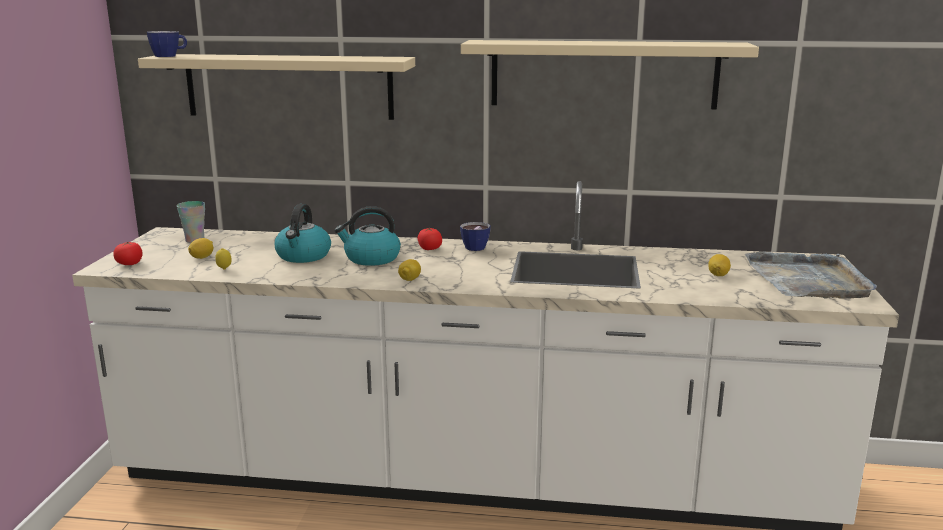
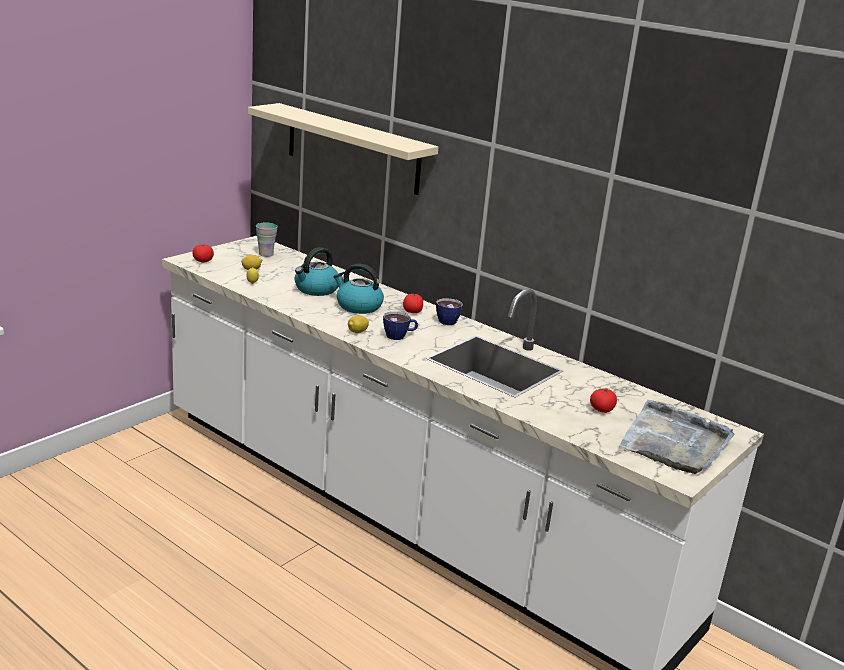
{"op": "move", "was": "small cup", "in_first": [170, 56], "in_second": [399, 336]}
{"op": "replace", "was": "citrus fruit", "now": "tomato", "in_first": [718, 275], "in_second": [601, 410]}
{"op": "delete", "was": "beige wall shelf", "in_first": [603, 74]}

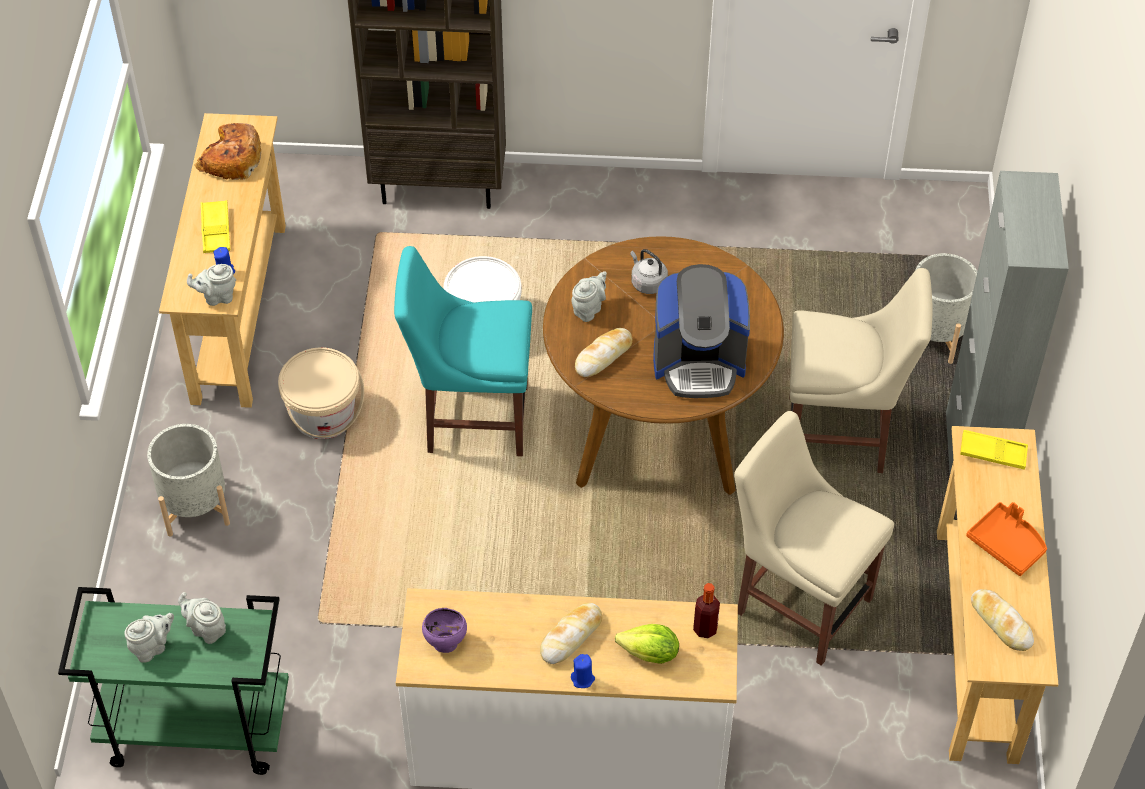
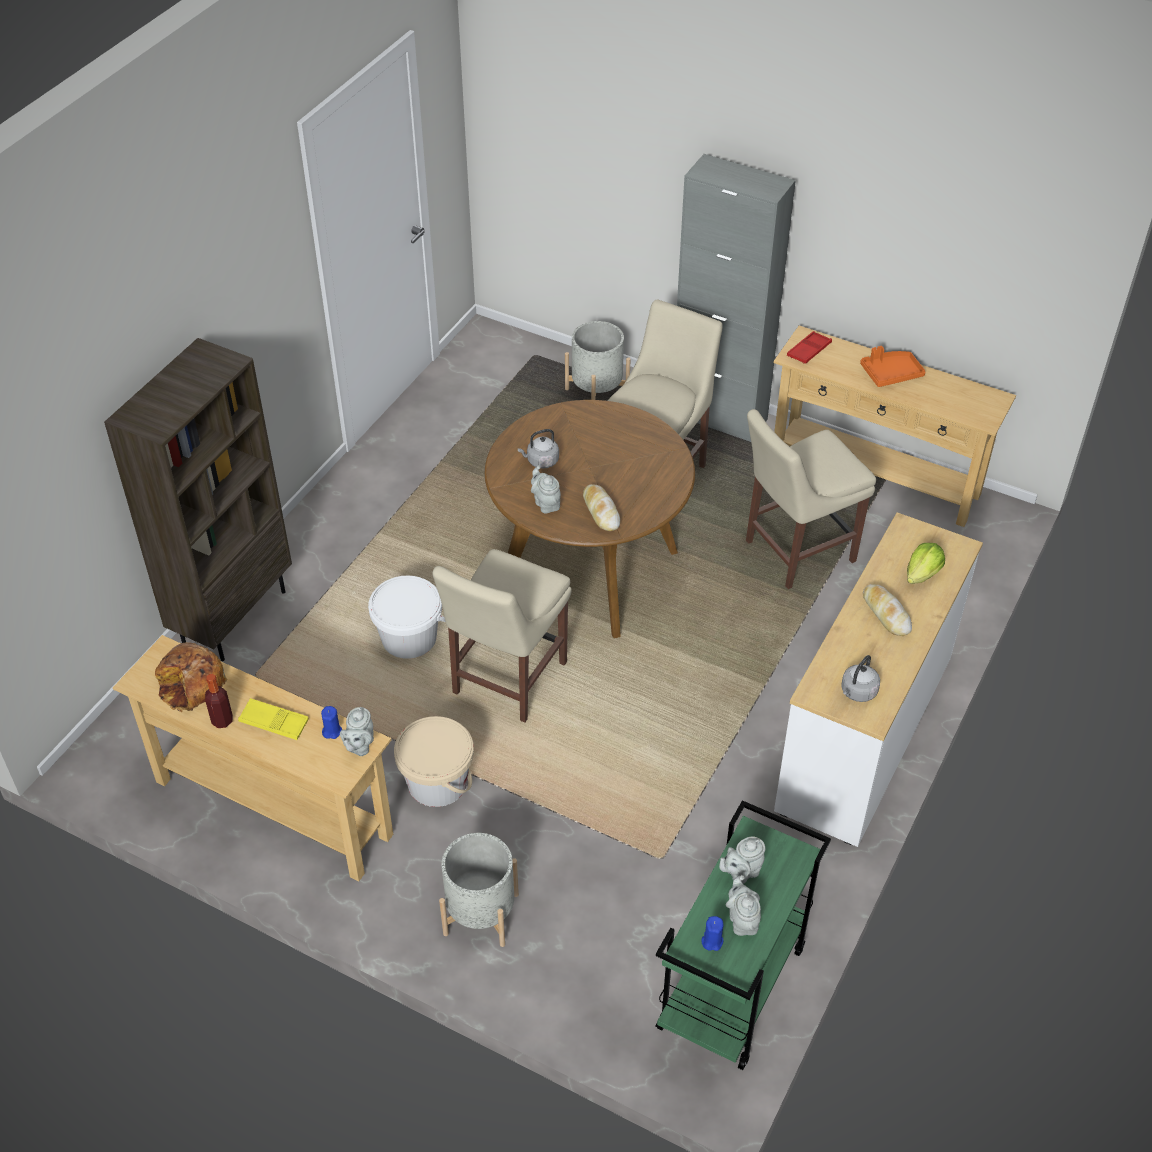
{"op": "move", "was": "beverage bottle", "in_first": [705, 629], "in_second": [222, 720]}
{"op": "recolor", "was": "turquoise chair", "now": "beige chair", "in_first": [471, 418], "in_second": [506, 682]}
{"op": "move", "was": "blue-coloured wax candle", "in_first": [583, 679], "in_second": [712, 941]}
{"op": "recolor", "was": "yellow-coloured tray", "now": "red-coloured tray", "in_first": [993, 453], "in_second": [809, 351]}
{"op": "replace", "was": "purplish bowl", "now": "gray tea kettle", "in_first": [444, 642], "in_second": [857, 692]}
{"op": "delete", "was": "coffee maker", "in_first": [699, 362]}
{"op": "delete", "was": "bakery bread", "in_first": [1001, 623]}

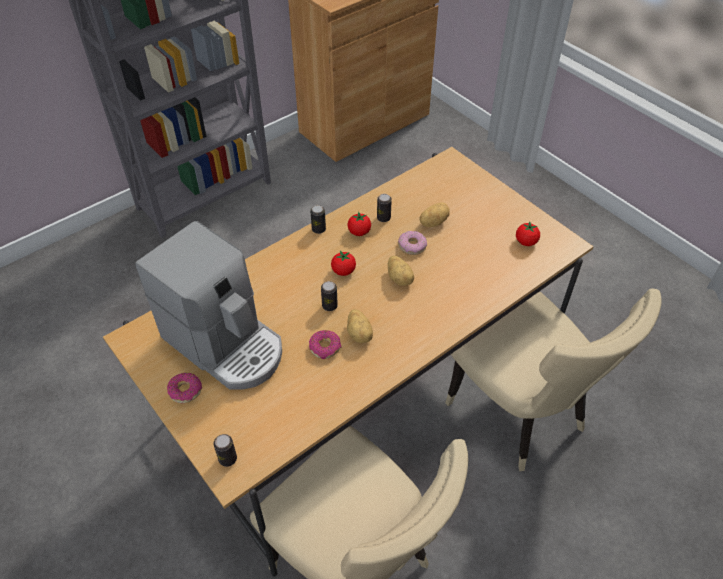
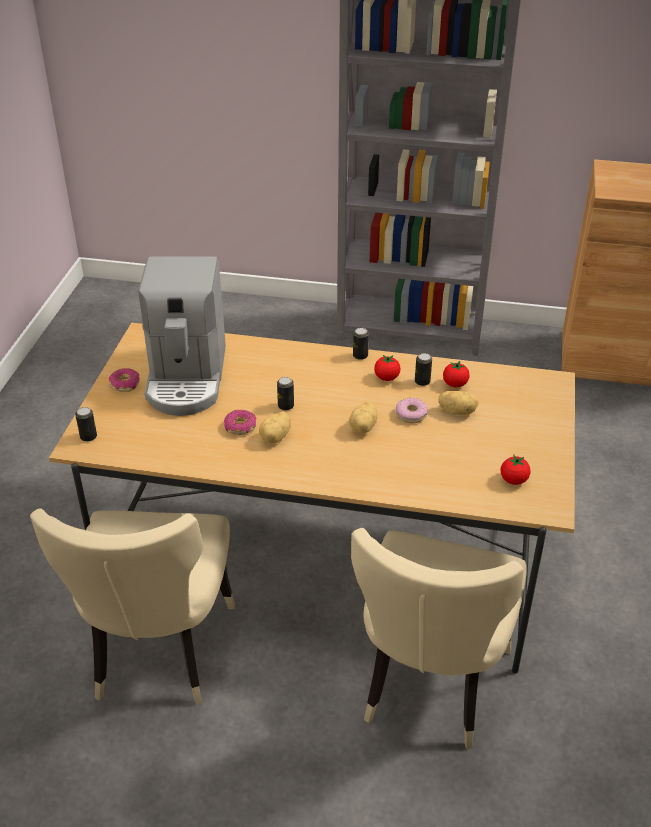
{"op": "move", "was": "tomato", "in_first": [343, 271], "in_second": [455, 384]}

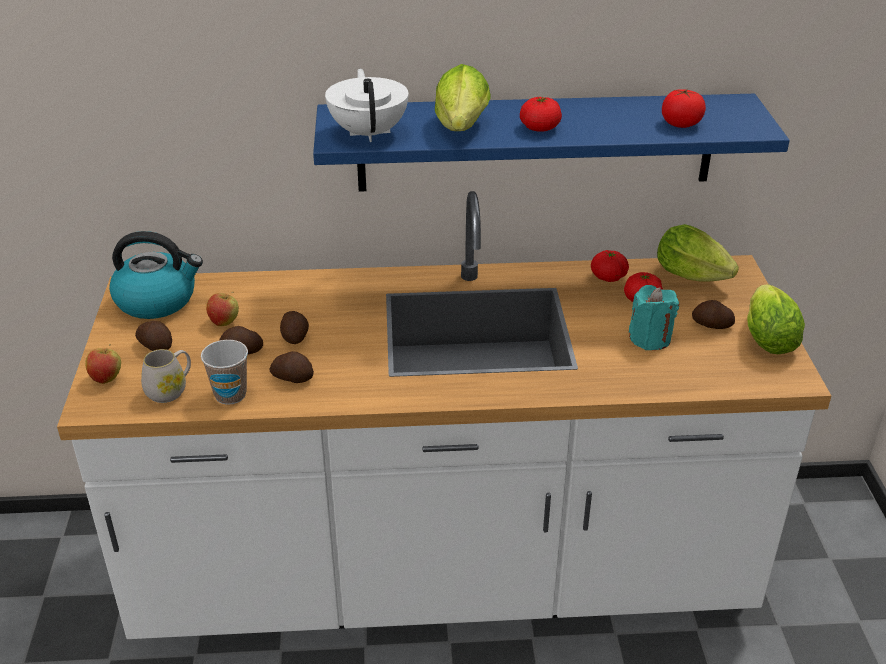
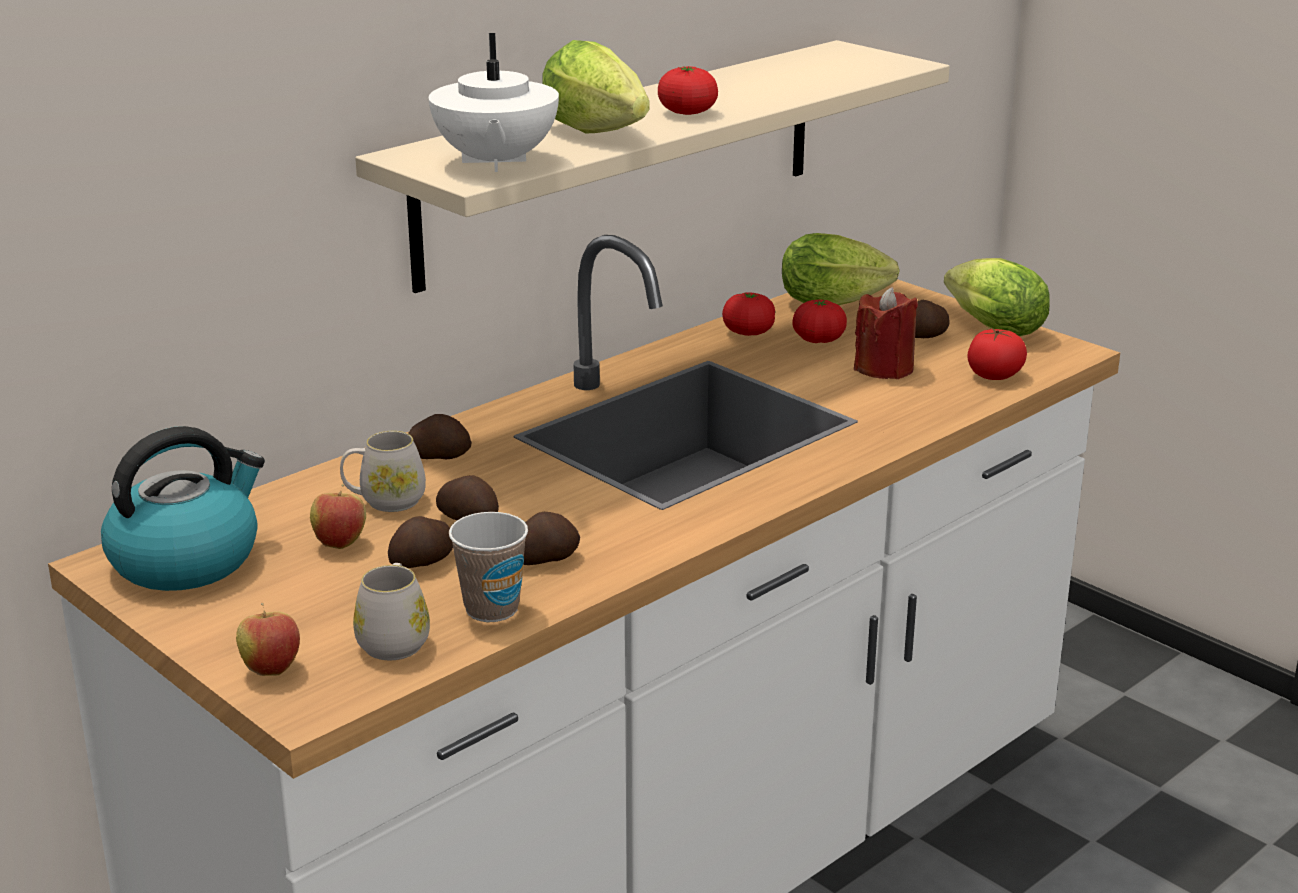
{"op": "insert", "now": "white-coloured coffee mug", "in_second": [385, 501]}
{"op": "recolor", "was": "blue-coloured wall shelf", "now": "beige wall shelf", "in_first": [536, 142], "in_second": [623, 160]}
{"op": "move", "was": "whole potato", "in_first": [156, 345], "in_second": [438, 456]}
{"op": "rotate", "was": "white-coloured teapot", "in_first": [369, 133], "in_second": [494, 162], "clockwise": -135}
{"op": "recolor", "was": "turquoise wax candle", "now": "red-coloured wax candle", "in_first": [650, 338], "in_second": [884, 368]}
{"op": "move", "was": "tomato", "in_first": [681, 124], "in_second": [994, 375]}

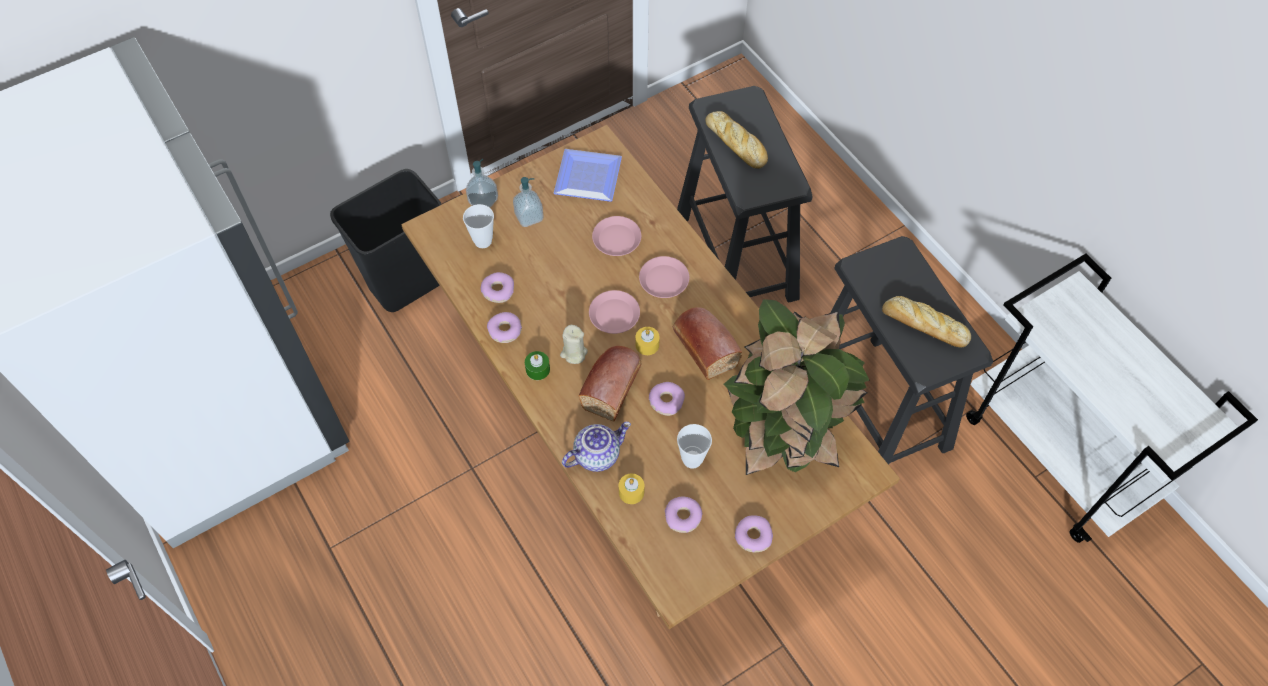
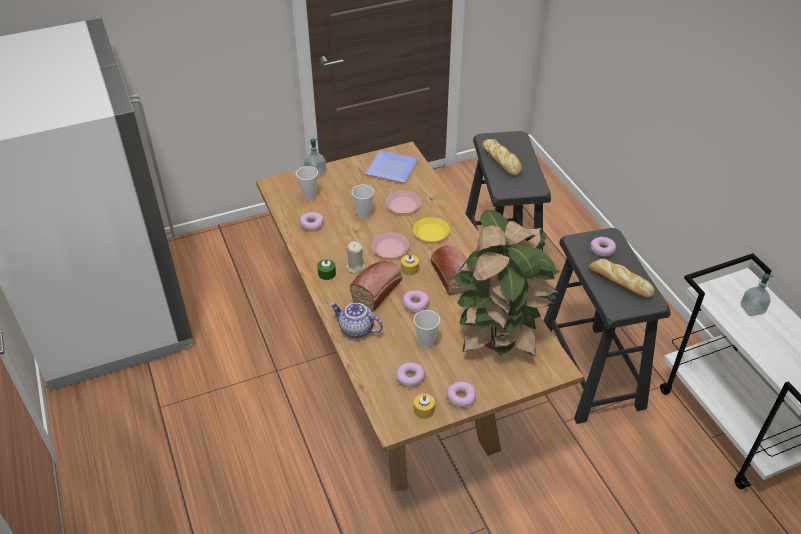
{"op": "rotate", "was": "teapot", "in_first": [597, 454], "in_second": [356, 330], "clockwise": -135}
{"op": "insert", "now": "small cup", "in_second": [363, 214]}
{"op": "recolor", "was": "pink plate", "now": "yellow-coloured plate", "in_first": [664, 280], "in_second": [431, 232]}
{"op": "move", "was": "yellow-coloured wax candle", "in_first": [631, 492], "in_second": [424, 410]}
{"op": "move", "was": "ring doughnut", "in_first": [505, 331], "in_second": [602, 250]}
{"op": "move", "was": "soap bottle", "in_first": [529, 217], "in_second": [752, 309]}
{"op": "delete", "was": "black-coloured waste bin", "in_first": [408, 281]}

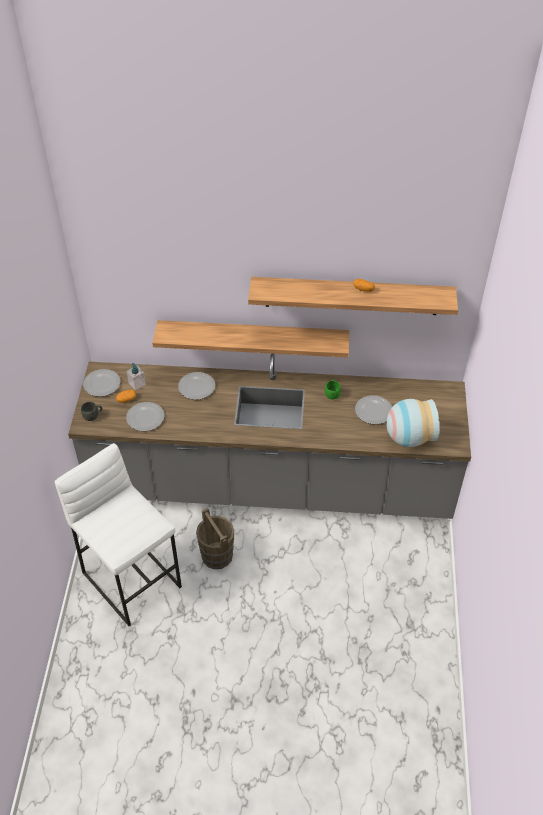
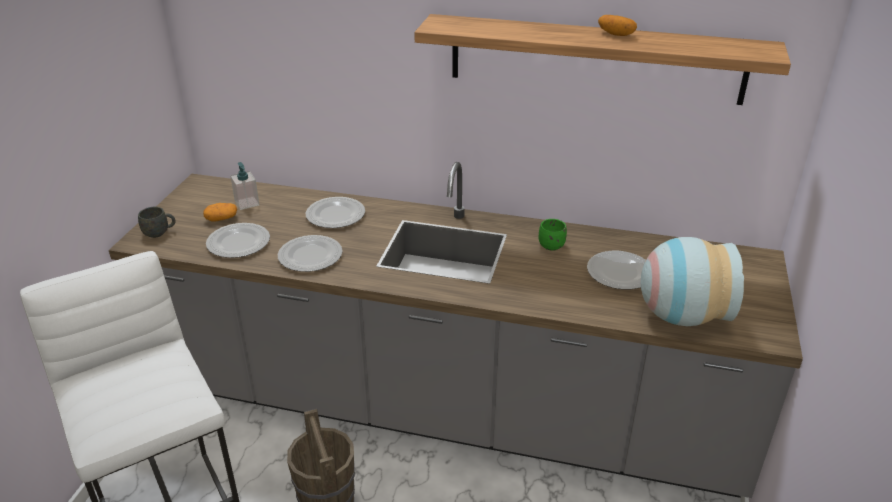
{"op": "move", "was": "plate", "in_first": [102, 383], "in_second": [310, 255]}
{"op": "delete", "was": "wall shelf", "in_first": [253, 338]}

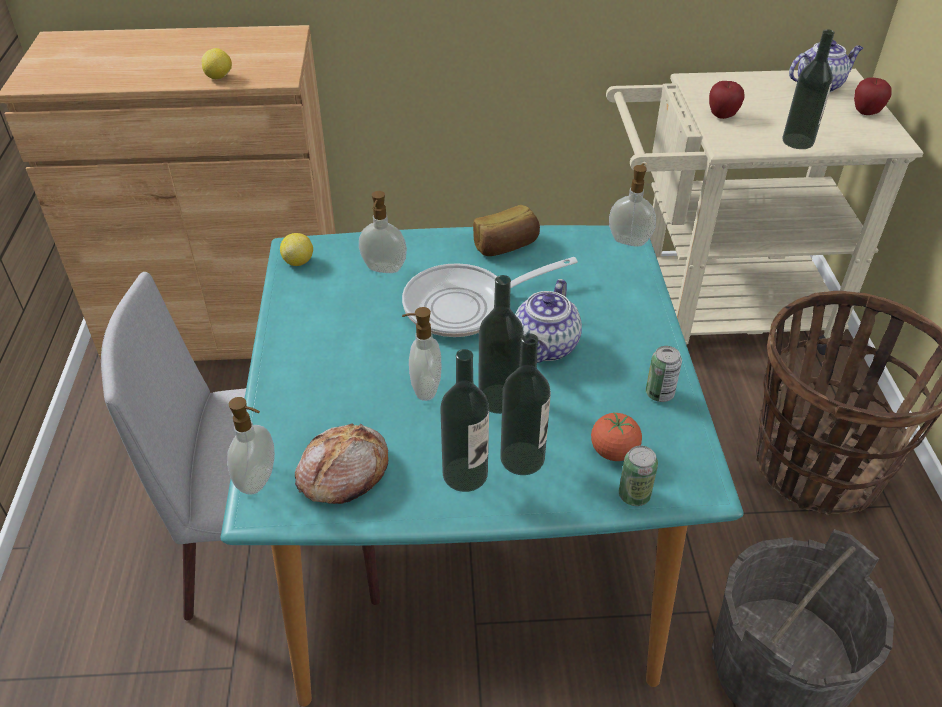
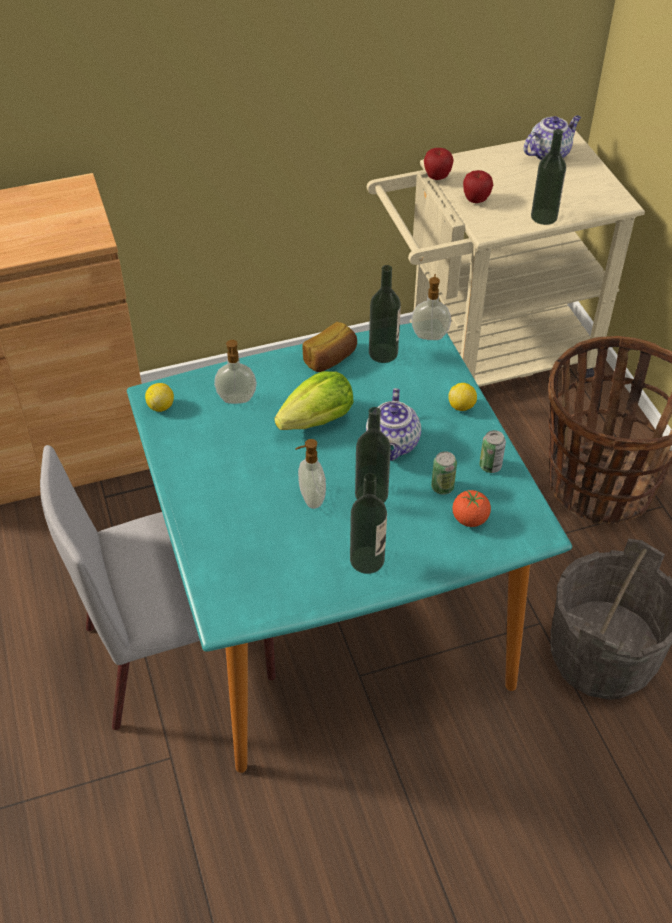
{"op": "replace", "was": "pan", "now": "head of lettuce", "in_first": [466, 306], "in_second": [318, 420]}
{"op": "move", "was": "beverage bottle", "in_first": [522, 458], "in_second": [383, 353]}
{"op": "move", "was": "apple fruit", "in_first": [866, 113], "in_second": [437, 177]}
{"op": "move", "was": "metal can", "in_first": [634, 495], "in_second": [442, 487]}
{"op": "move", "was": "citrus fruit", "in_first": [219, 78], "in_second": [461, 406]}
{"op": "delete", "was": "soap bottle", "in_first": [259, 480]}
{"op": "delete", "was": "bakery bread", "in_first": [342, 473]}

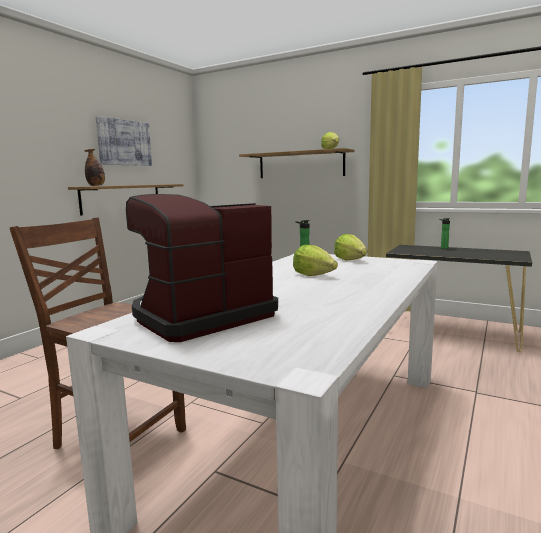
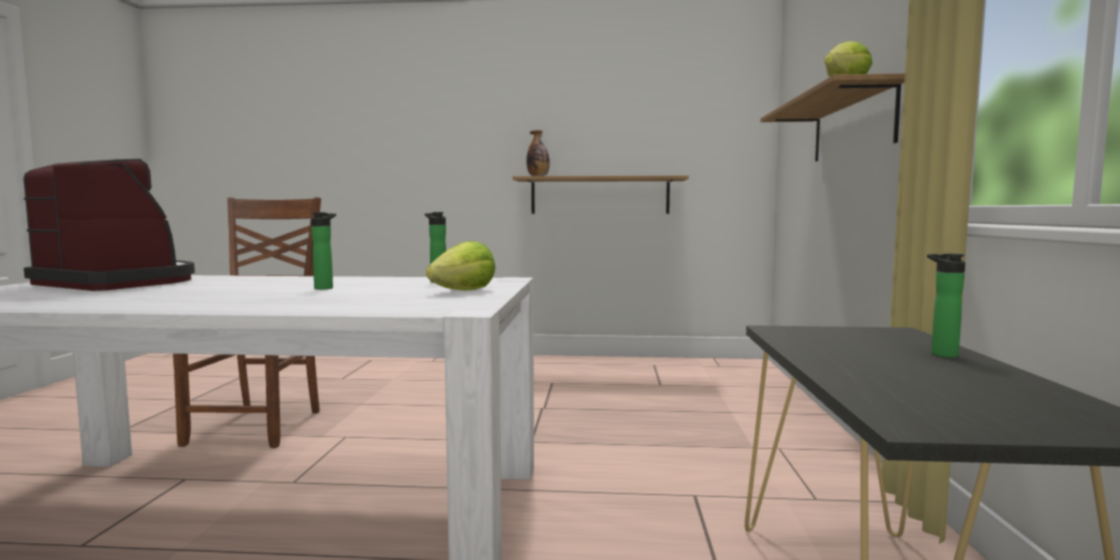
{"op": "replace", "was": "head of lettuce", "now": "beverage bottle", "in_first": [313, 275], "in_second": [326, 288]}
{"op": "delete", "was": "wall art", "in_first": [124, 142]}

